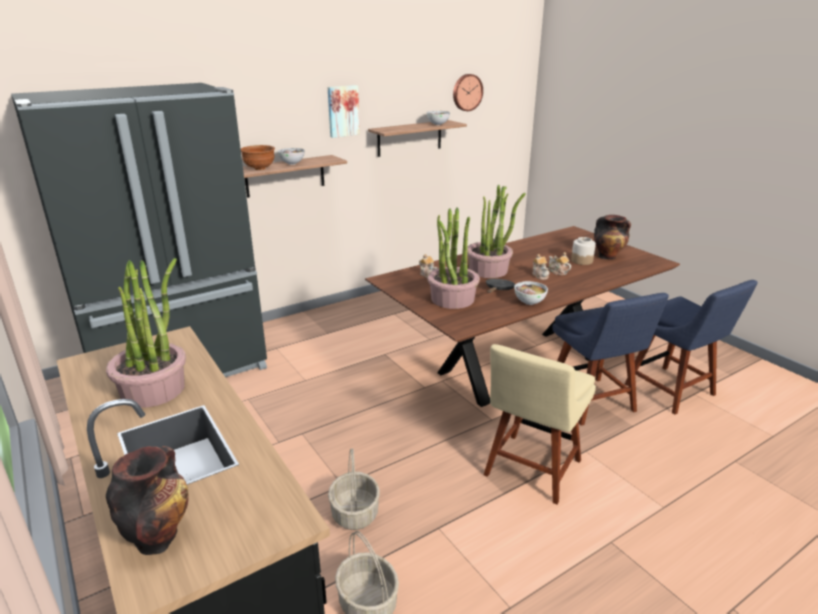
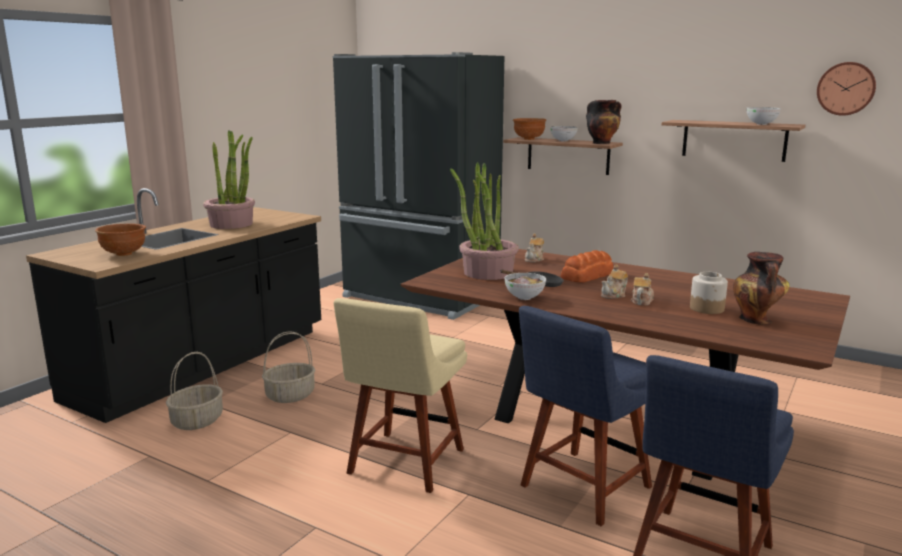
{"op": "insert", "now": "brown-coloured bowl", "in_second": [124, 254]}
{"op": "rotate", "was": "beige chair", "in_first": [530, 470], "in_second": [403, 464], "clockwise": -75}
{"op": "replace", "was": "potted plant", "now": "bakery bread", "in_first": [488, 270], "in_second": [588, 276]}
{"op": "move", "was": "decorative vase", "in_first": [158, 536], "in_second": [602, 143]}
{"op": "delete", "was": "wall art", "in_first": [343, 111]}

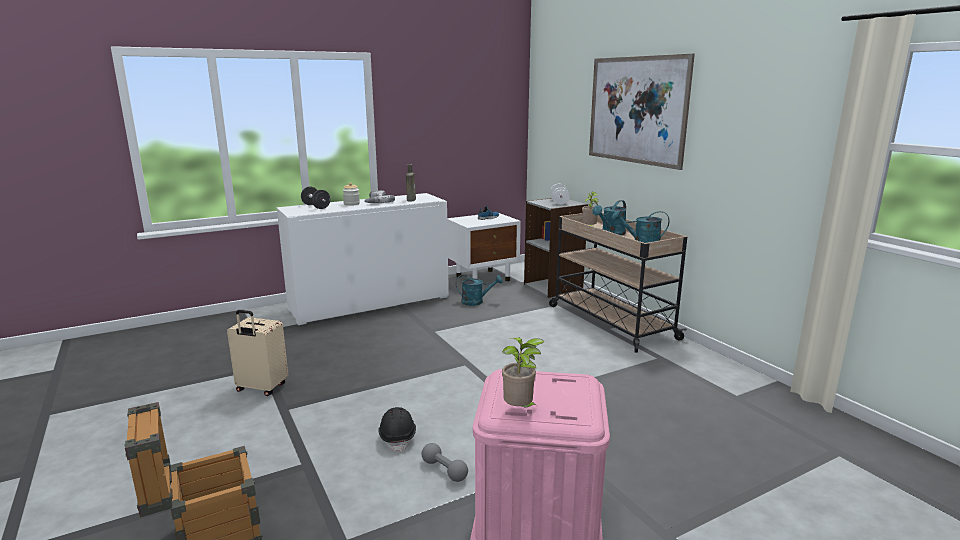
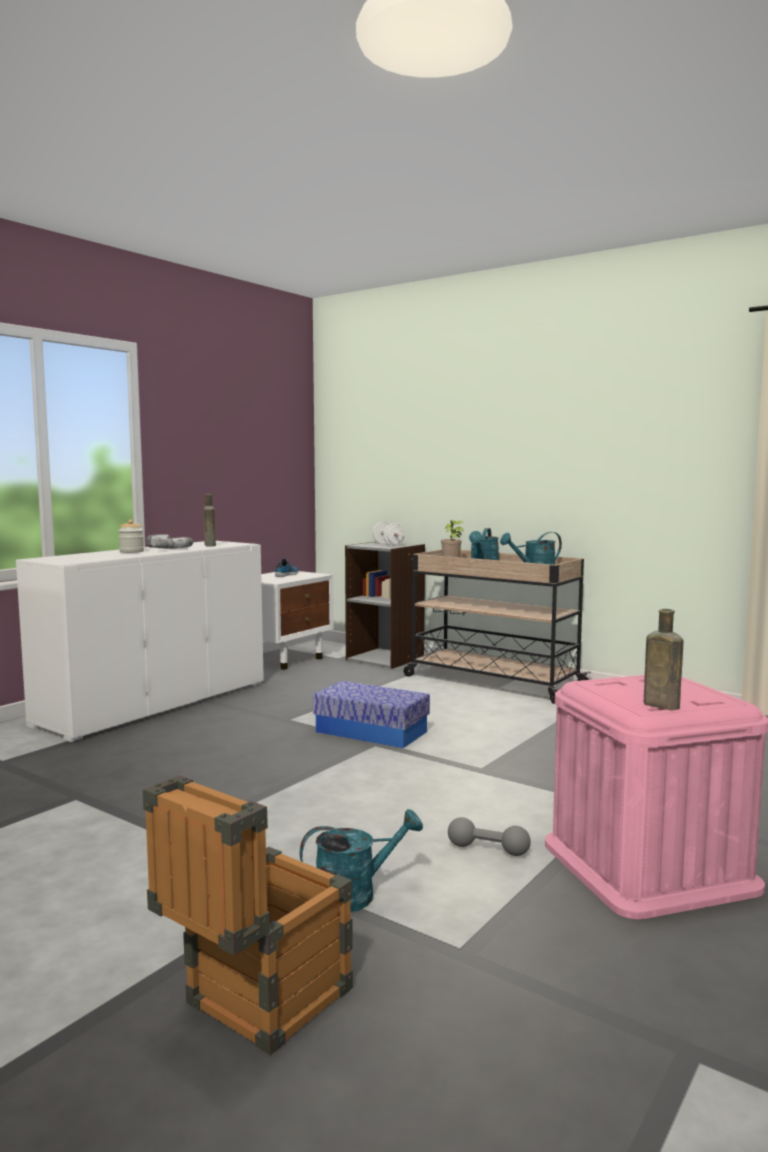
{"op": "move", "was": "turquoise watering can", "in_first": [476, 302], "in_second": [355, 894]}
{"op": "insert", "now": "storage box", "in_second": [371, 732]}
{"op": "replace", "was": "potted plant", "now": "brown-coloured beverage bottle", "in_first": [520, 410], "in_second": [658, 705]}
{"op": "delete", "was": "beige travel case", "in_first": [261, 388]}
{"op": "delete", "was": "black-coloured dumbbell", "in_first": [316, 206]}
{"op": "delete", "was": "black-coloured safety helmet", "in_first": [397, 437]}
{"op": "delete", "was": "wall art", "in_first": [636, 110]}

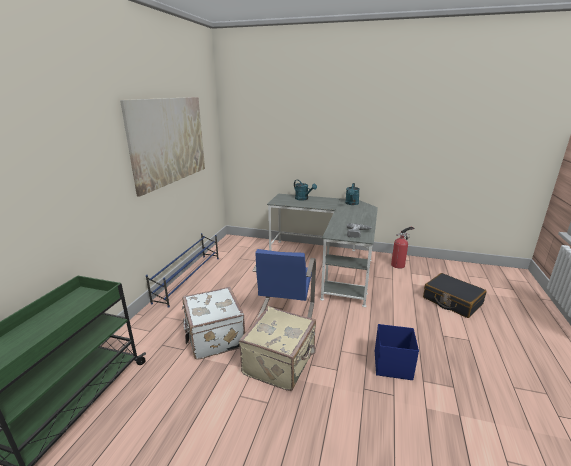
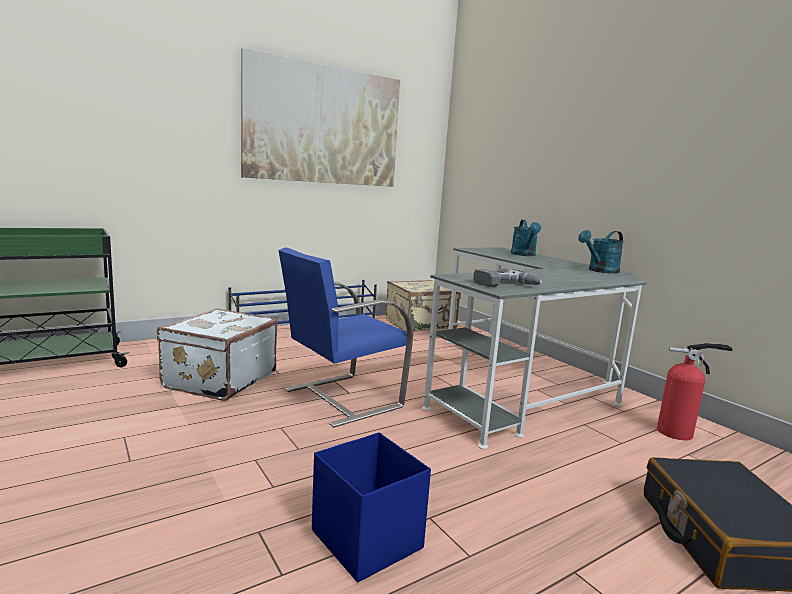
{"op": "move", "was": "beige travel case", "in_first": [280, 363], "in_second": [421, 325]}

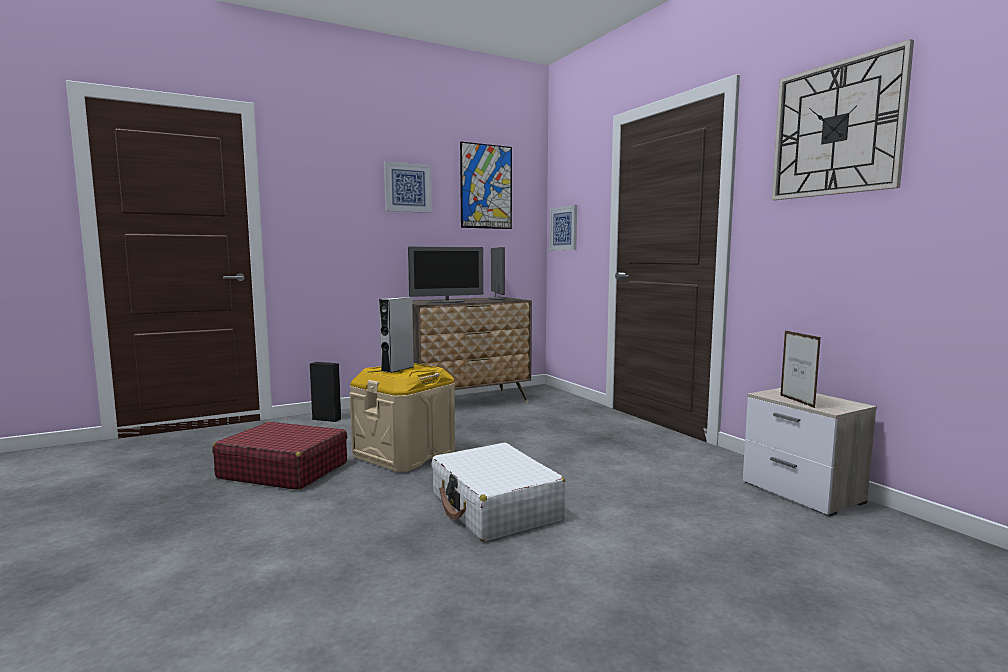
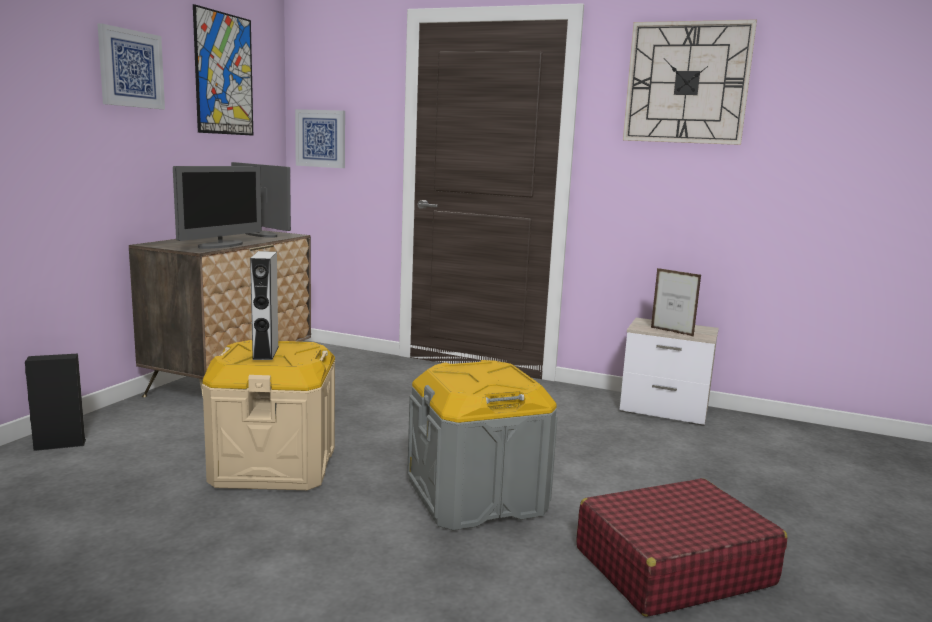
{"op": "replace", "was": "white-coloured travel case", "now": "gray storage box", "in_first": [495, 507], "in_second": [477, 496]}
{"op": "move", "was": "red-coloured travel case", "in_first": [283, 470], "in_second": [672, 566]}

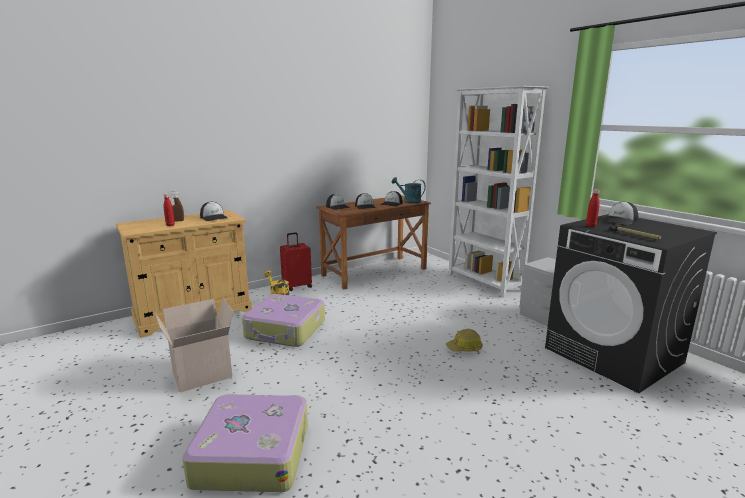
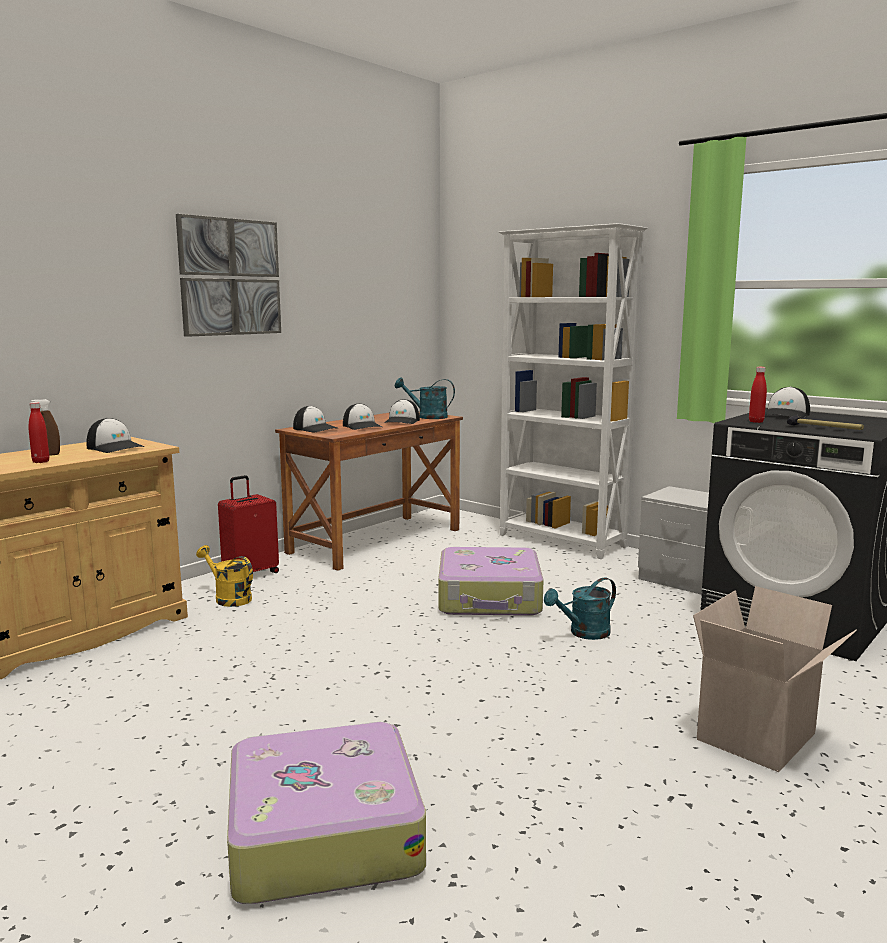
{"op": "insert", "now": "wall art", "in_second": [230, 277]}
{"op": "move", "was": "travel case", "in_first": [285, 330], "in_second": [490, 598]}
{"op": "replace", "was": "safety helmet", "now": "turquoise watering can", "in_first": [464, 348], "in_second": [584, 633]}
{"op": "move", "was": "cardboard box", "in_first": [201, 375], "in_second": [759, 738]}

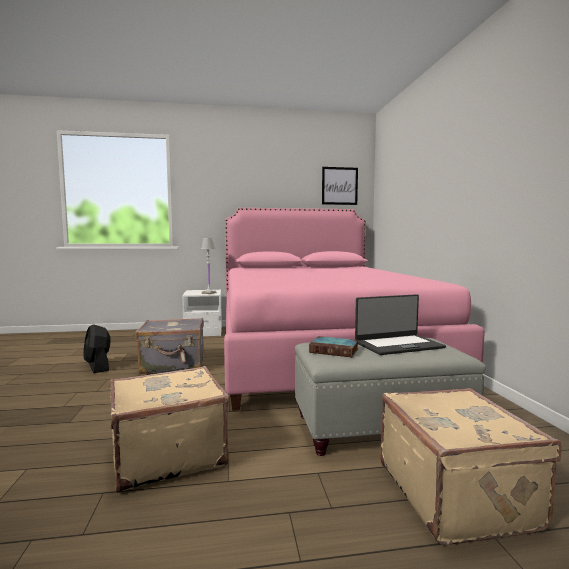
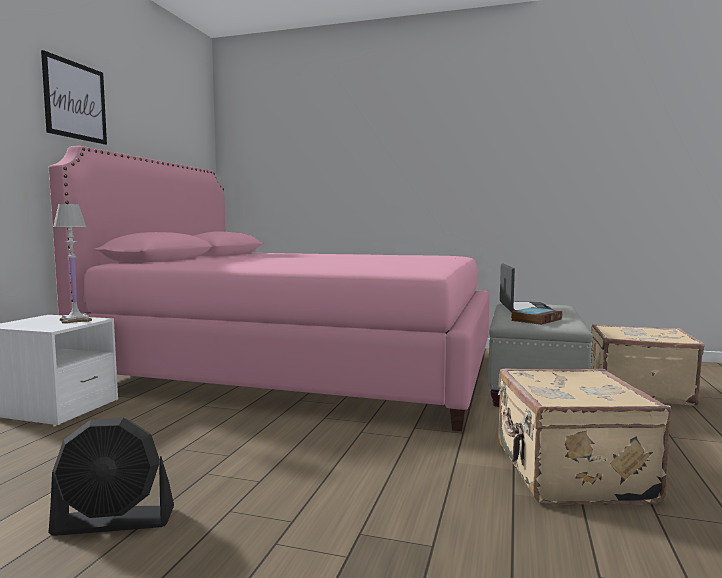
{"op": "move", "was": "wall art", "in_first": [339, 186], "in_second": [75, 101]}
{"op": "delete", "was": "gray travel case", "in_first": [174, 365]}

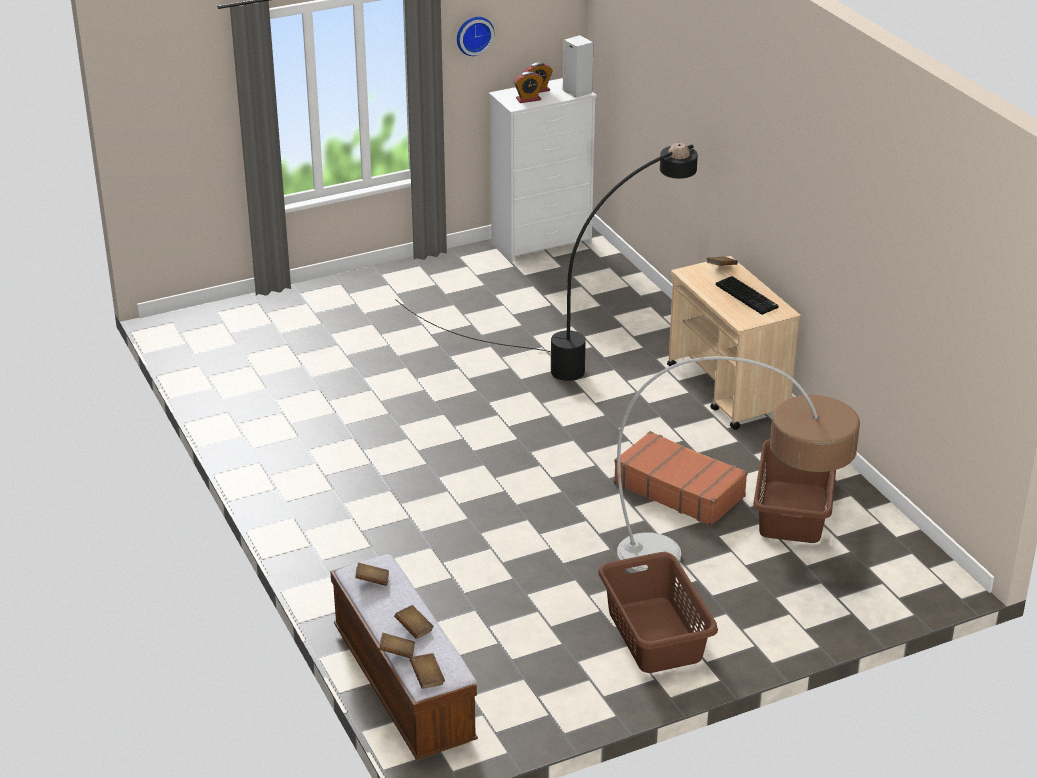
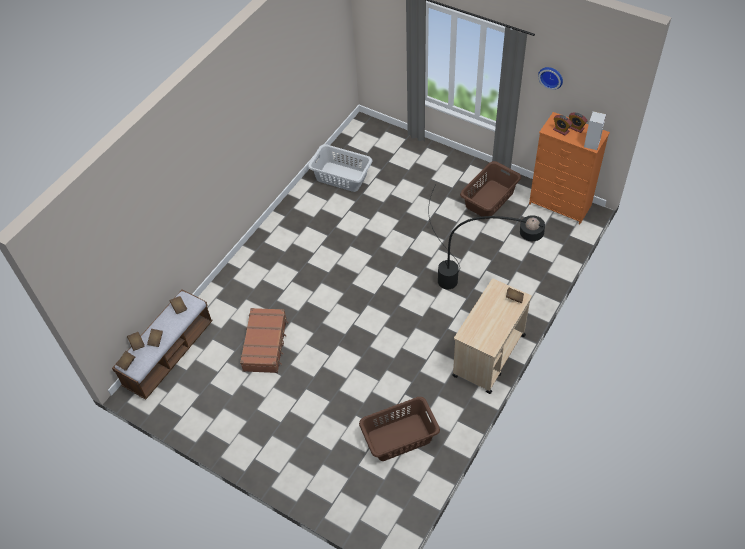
{"op": "move", "was": "brown-coloured travel case", "in_first": [679, 489], "in_second": [265, 344]}
{"op": "insert", "now": "gray washing basket", "in_second": [341, 177]}
{"op": "move", "was": "brown-coloured washing basket", "in_first": [655, 634], "in_second": [490, 199]}
{"op": "recolor", "was": "white-coloured drawer chest", "now": "orange drawer chest", "in_first": [542, 243], "in_second": [560, 205]}
{"op": "delete", "was": "standard lamp", "in_first": [735, 575]}
{"op": "delete", "was": "keyboard", "in_first": [748, 296]}

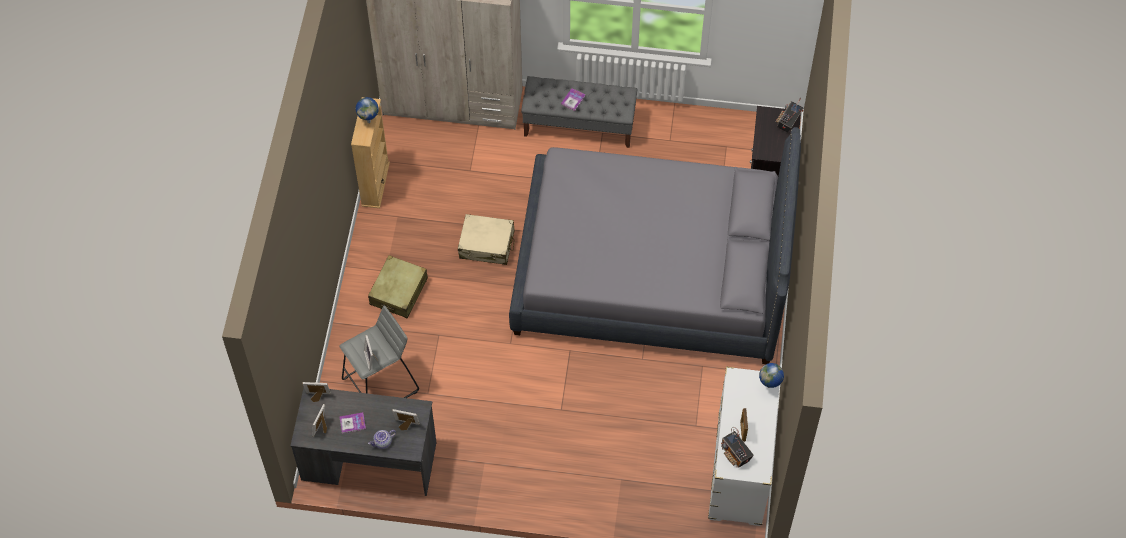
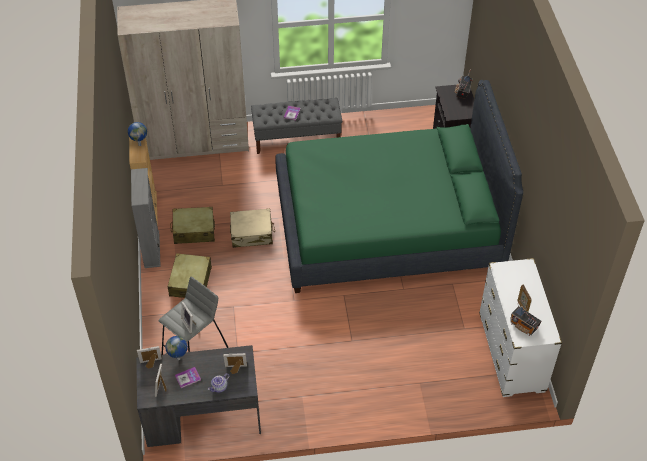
{"op": "insert", "now": "gray bookshelf", "in_second": [151, 249]}
{"op": "move", "was": "desk globe", "in_first": [769, 386], "in_second": [179, 358]}
{"op": "insert", "now": "beige travel case", "in_second": [194, 230]}
{"op": "recolor", "was": "gray sleeping bed", "now": "green sleeping bed", "in_first": [652, 272], "in_second": [388, 226]}

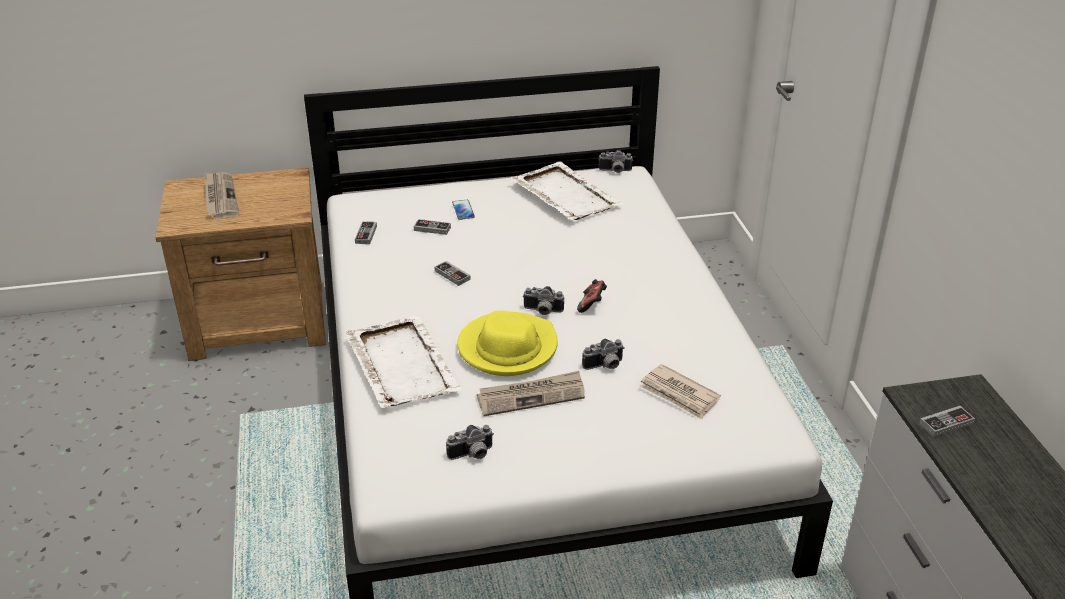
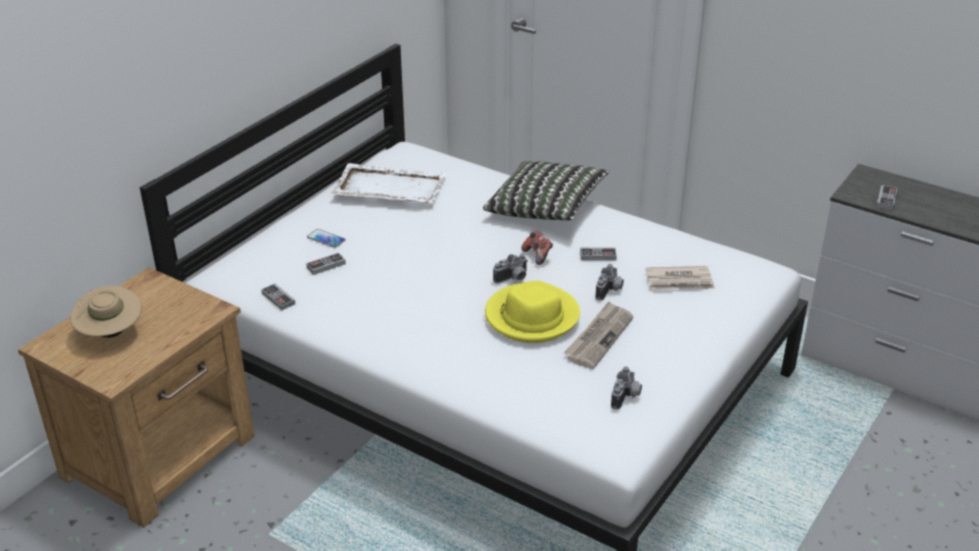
{"op": "replace", "was": "printed paper", "now": "beige hat", "in_first": [220, 197], "in_second": [110, 333]}
{"op": "insert", "now": "throw pillow", "in_second": [545, 209]}
{"op": "move", "was": "game controller", "in_first": [452, 275], "in_second": [598, 255]}
{"op": "delete", "was": "white-coloured tray", "in_first": [401, 364]}
{"op": "delete", "was": "still camera", "in_first": [615, 171]}

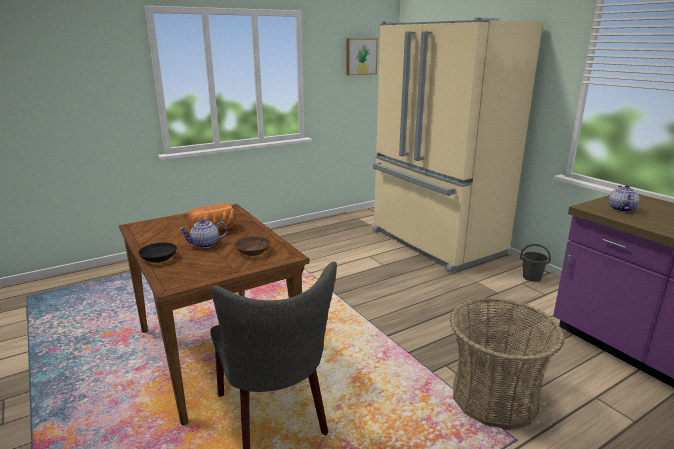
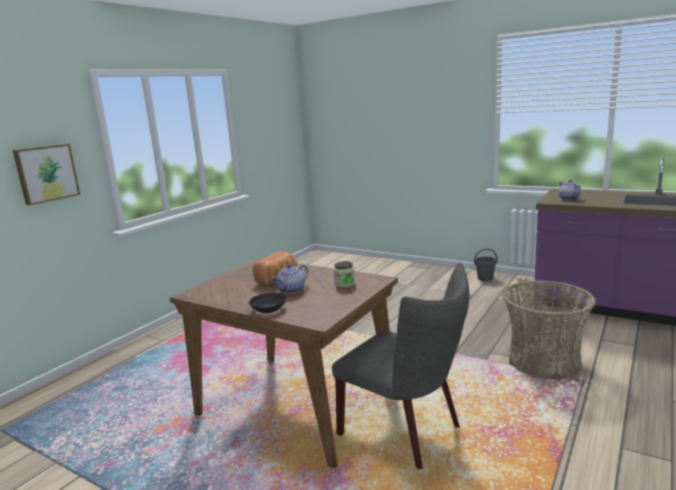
{"op": "move", "was": "wall art", "in_first": [360, 56], "in_second": [46, 173]}
{"op": "replace", "was": "brown-coloured bowl", "now": "preserve jar", "in_first": [253, 251], "in_second": [344, 284]}
{"op": "delete", "was": "beige refrigerator", "in_first": [435, 243]}

